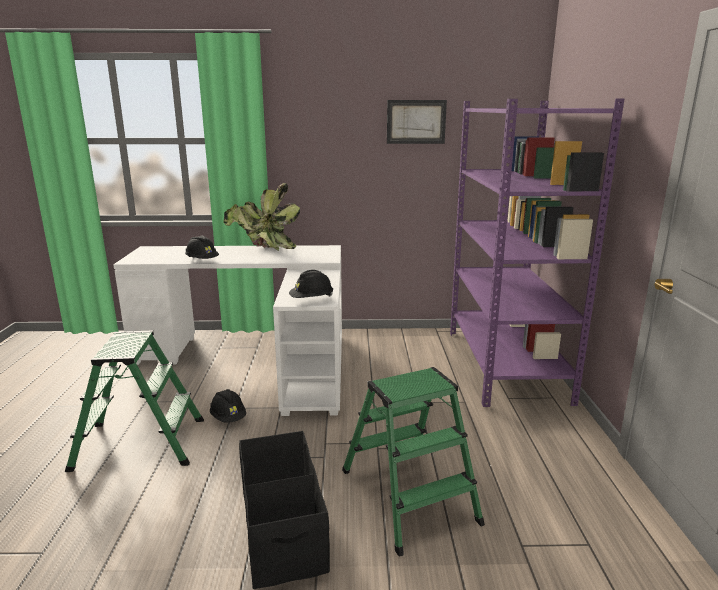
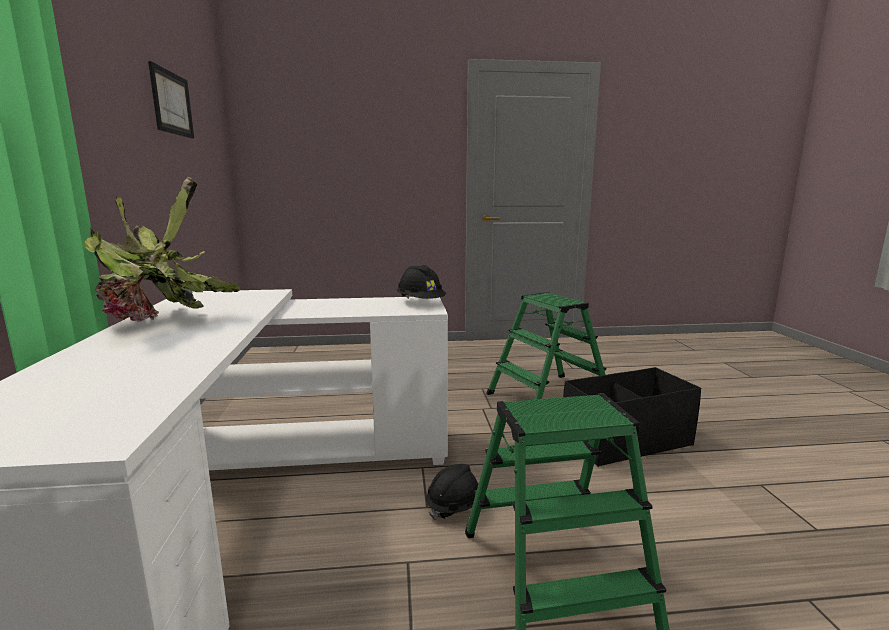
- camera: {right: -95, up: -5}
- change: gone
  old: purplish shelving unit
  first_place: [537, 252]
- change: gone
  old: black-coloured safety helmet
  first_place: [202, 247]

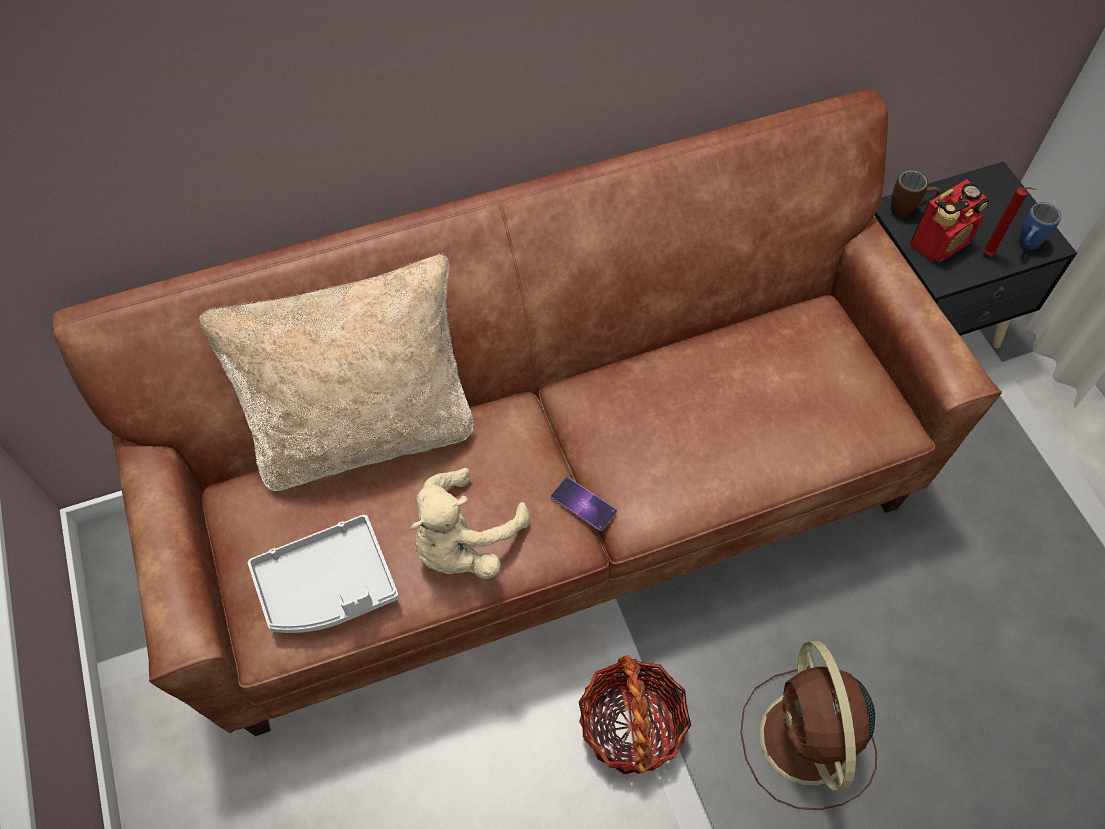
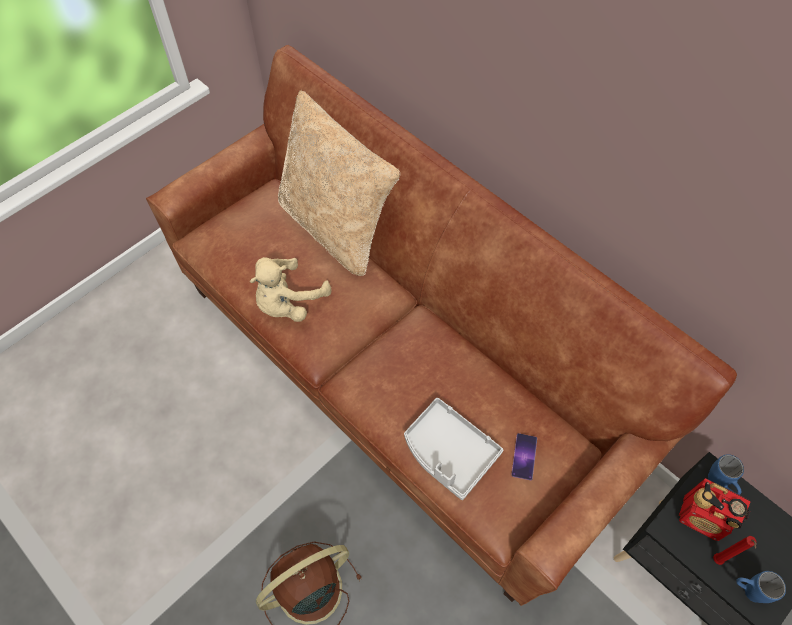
- camera: {right: 65, up: 0}
- change: repainted
  old: brownish tea mug
  new: bluish tea mug
  first_place: [915, 193]
  second_place: [726, 474]
- change: rotated
  old: sand-coloured soft toy
  first_place: [470, 523]
  second_place: [290, 289]
  degrees: -60
- change: shifted
  old: telephone
  first_place: [584, 504]
  second_place: [524, 456]
- change: shifted
  old: greyish tray
  first_place: [323, 574]
  second_place: [453, 449]
- change: gone
  old: household basket
  first_place: [635, 714]

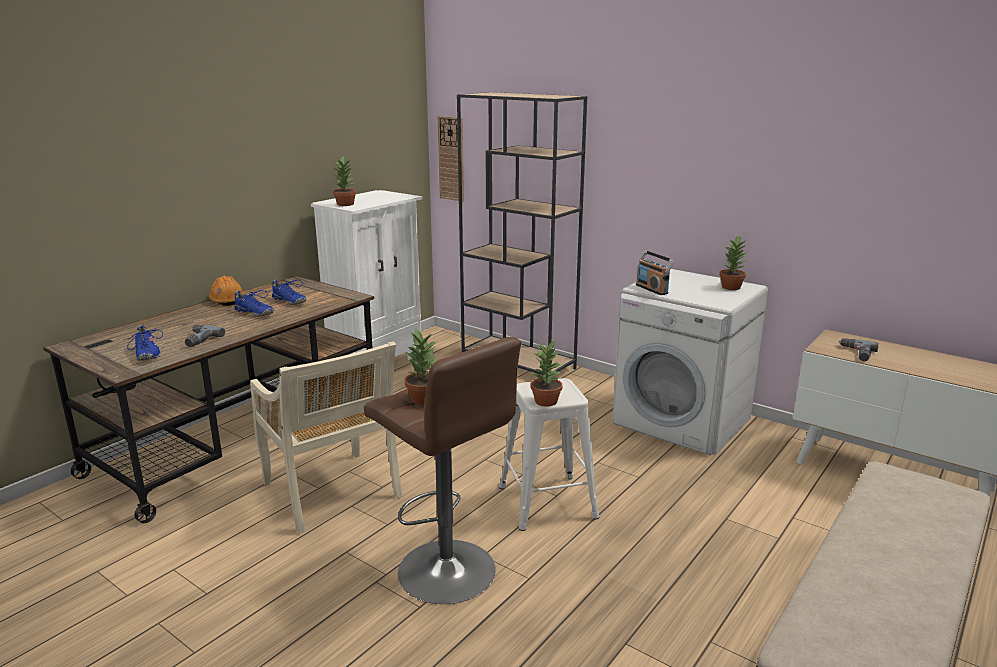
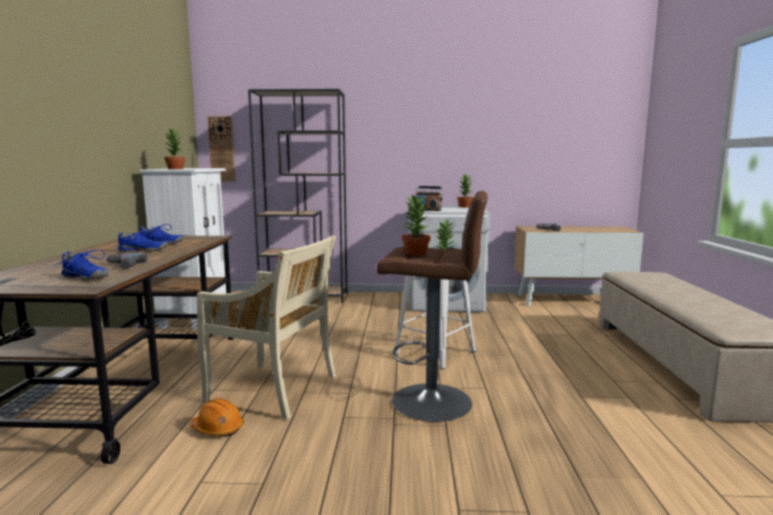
- camera: {right: -35, up: -10}
- change: shifted
  old: orange-coloured safety helmet
  first_place: [227, 291]
  second_place: [217, 417]

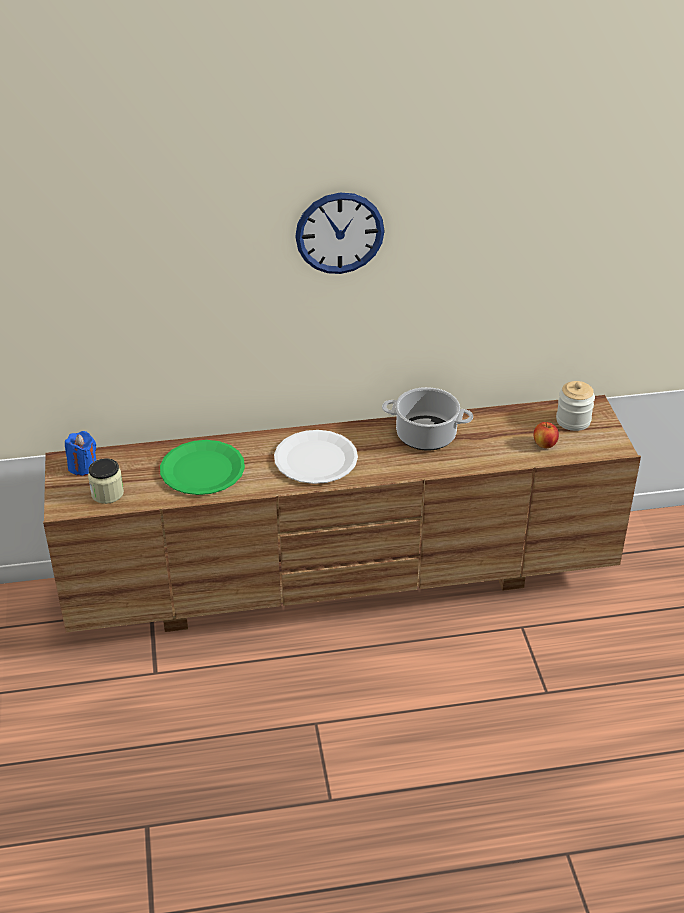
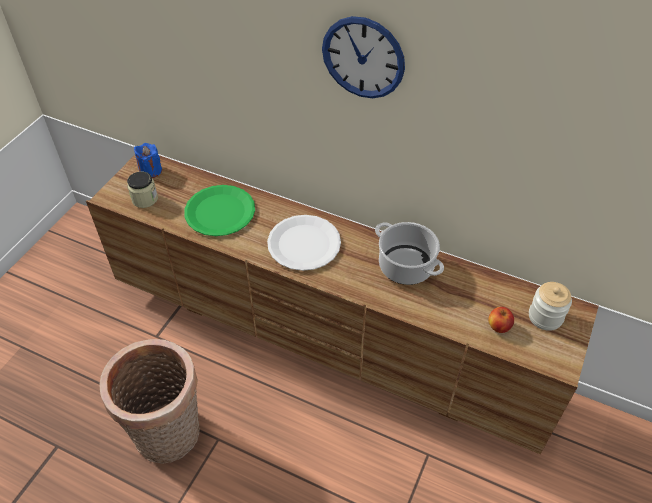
- camera: {right: 35, up: 10}
- change: new
  new: household basket
  second_place: [149, 401]

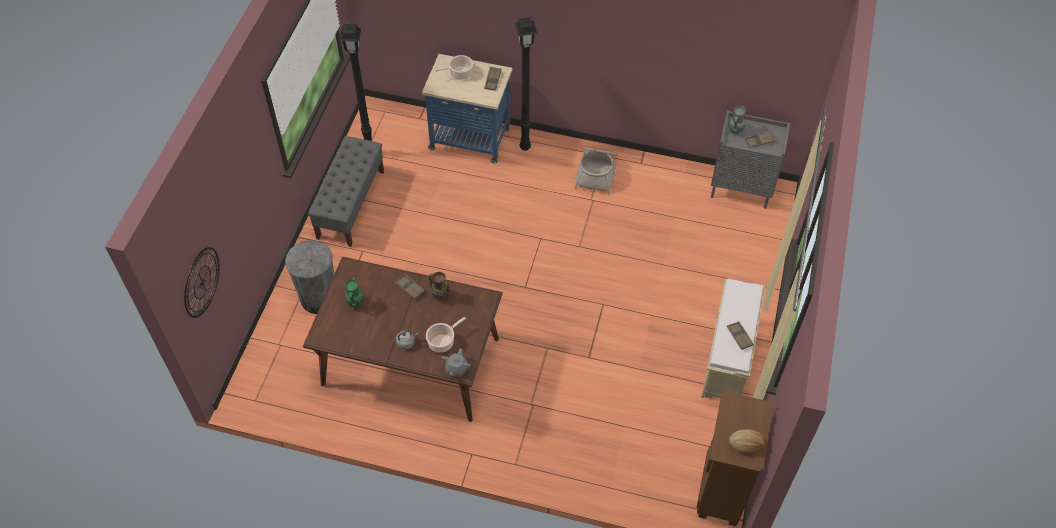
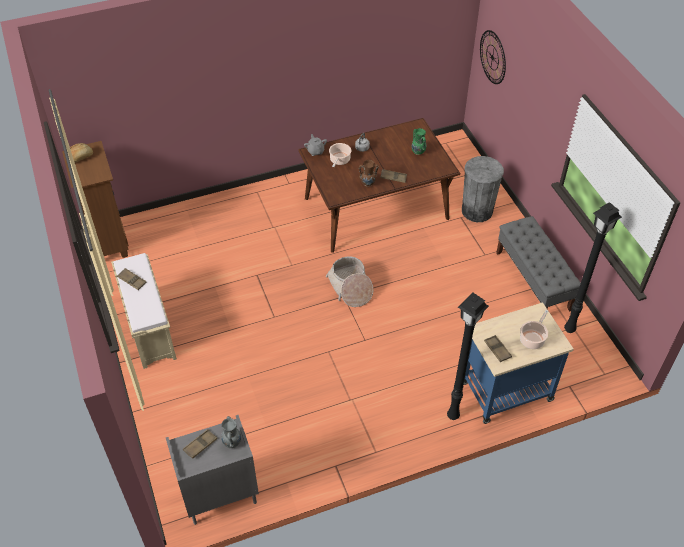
- camera: {right: 145, up: -5}
- change: shifted
  old: household basket
  first_place: [595, 171]
  second_place: [349, 281]

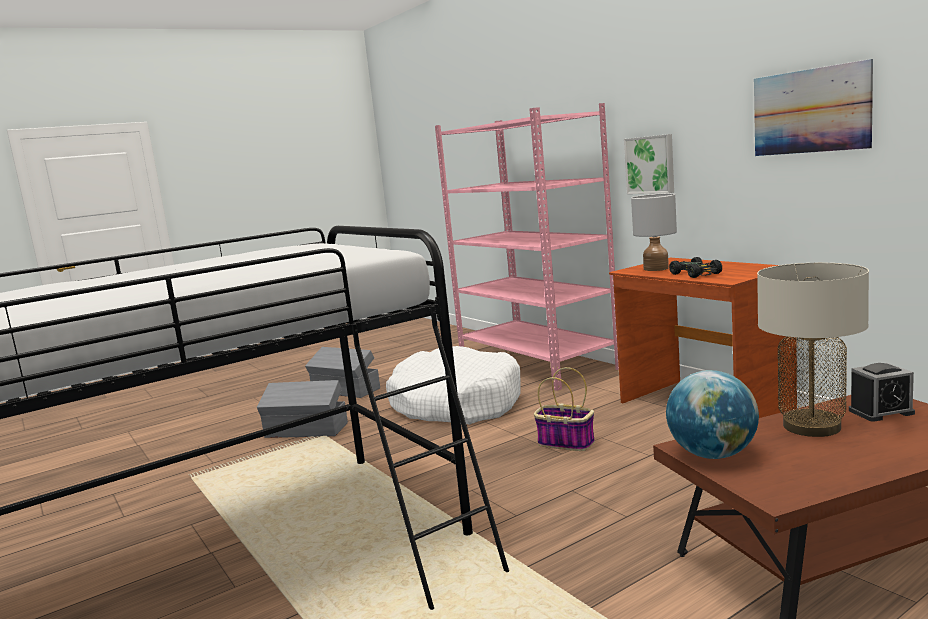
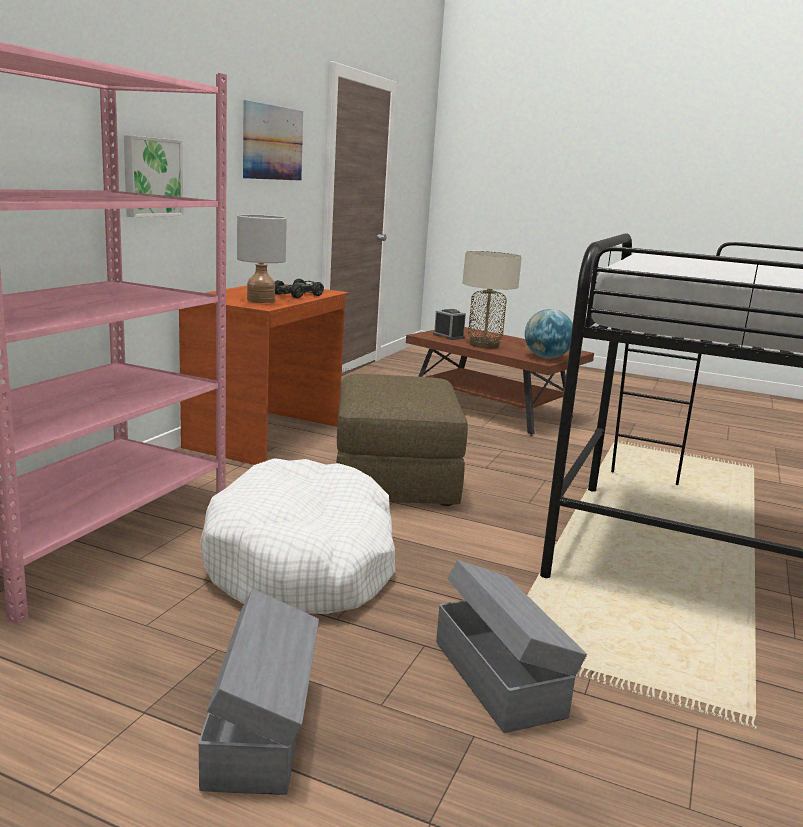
- camera: {right: -125, up: 5}
- change: swapped
  old: household basket
  new: brownish ottoman
  first_place: [564, 409]
  second_place: [402, 440]

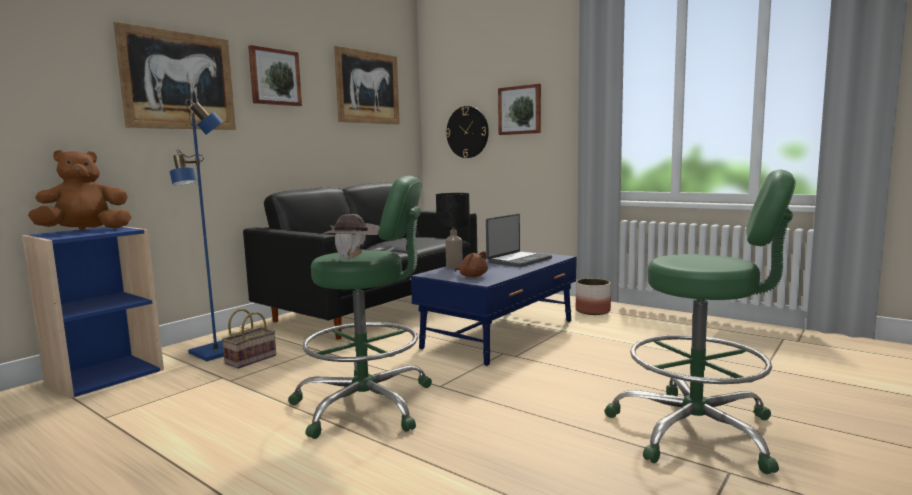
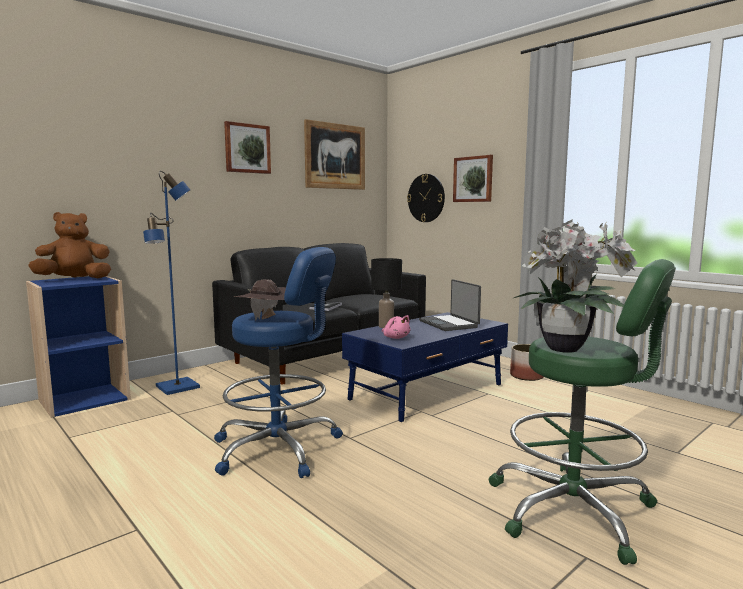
- camera: {right: 10, up: 0}
- change: gone
  old: picture
  first_place: [174, 76]
- change: repainted
  old: green-coloured sitting stool
  new: bluish sitting stool
  first_place: [360, 307]
  second_place: [278, 362]
- change: rotated
  old: portable computer
  first_place: [519, 240]
  second_place: [450, 305]
  degrees: 105
- change: repainted
  old: brownish soft toy
  new: pink-coloured soft toy
  first_place: [471, 264]
  second_place: [396, 327]
- change: gone
  old: household basket
  first_place: [249, 339]
- change: new
  new: houseplant
  second_place: [575, 286]

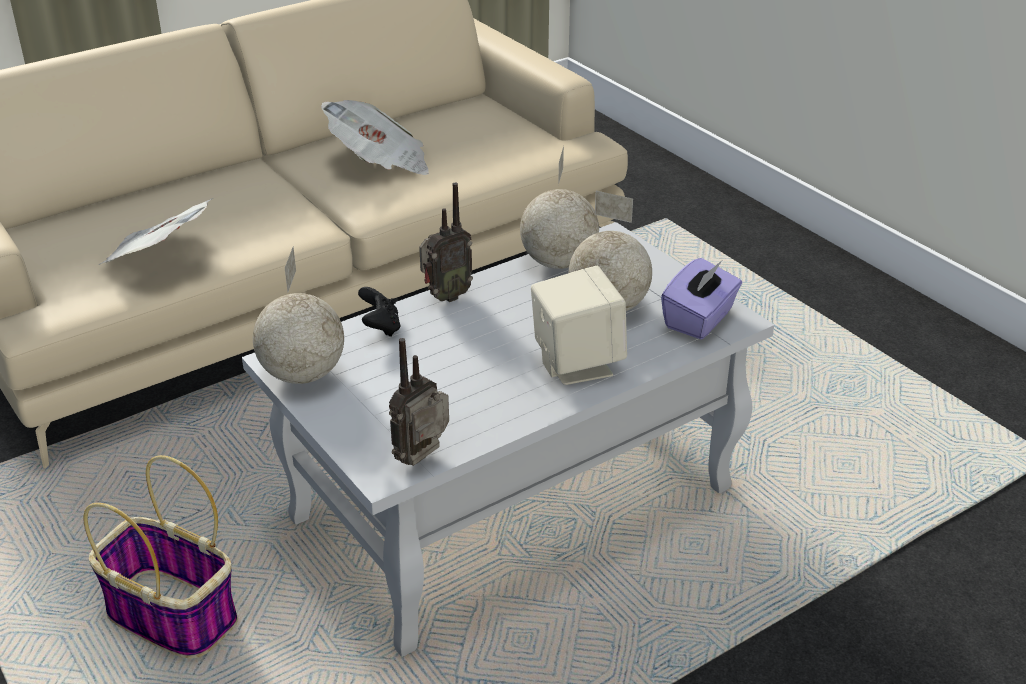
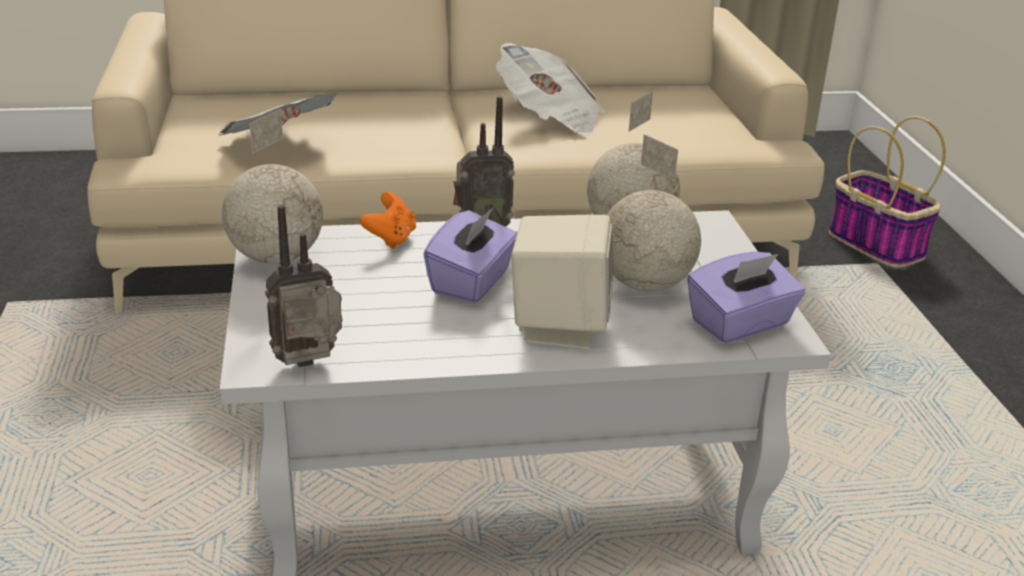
- camera: {right: 25, up: -5}
- change: repainted
  old: black-coloured gamepad
  new: orange-coloured gamepad
  first_place: [379, 312]
  second_place: [388, 220]
- change: shifted
  old: household basket
  first_place: [160, 556]
  second_place: [887, 192]
- change: new
  new: purplish box of tissues
  second_place: [470, 255]

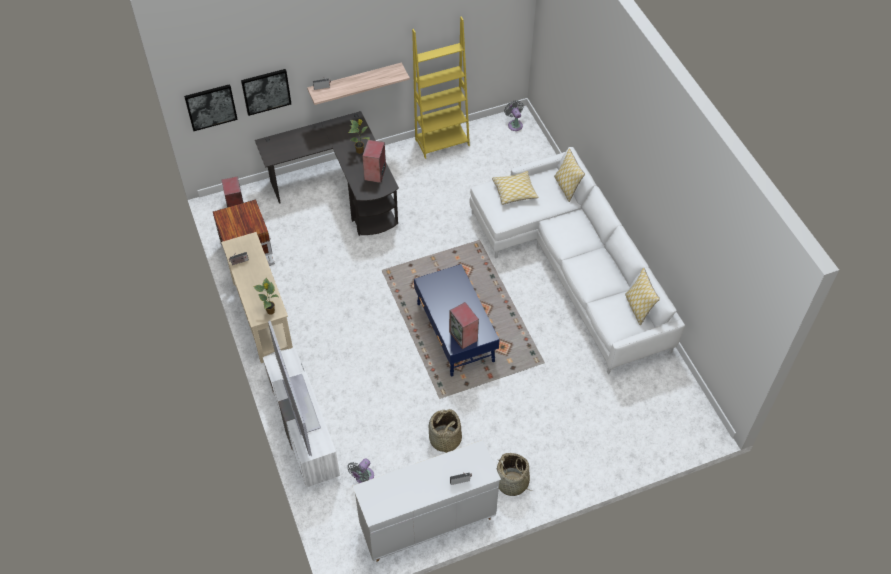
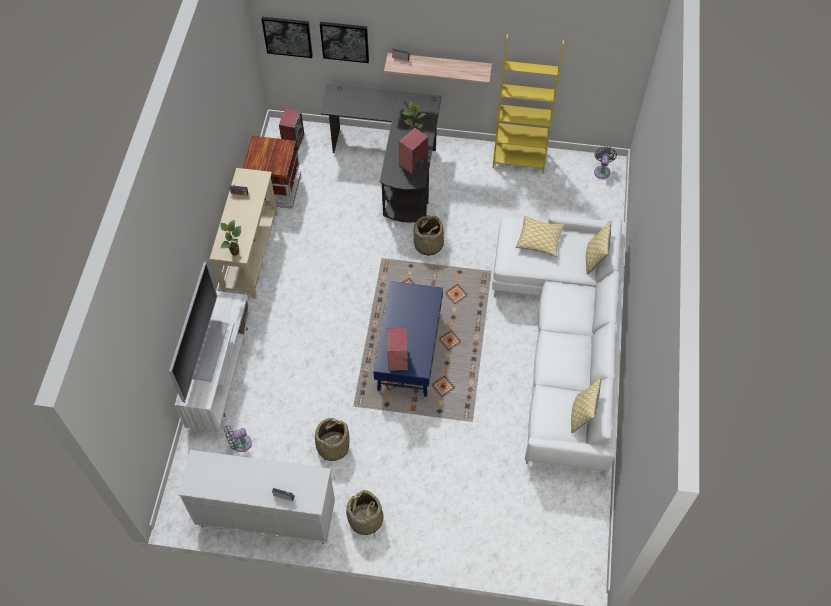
- camera: {right: 30, up: 5}
- change: new
  new: household basket
  second_place: [428, 236]

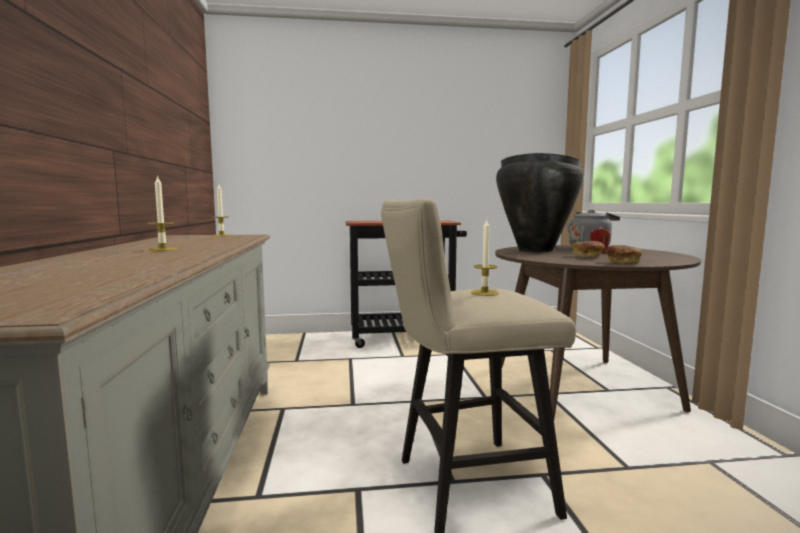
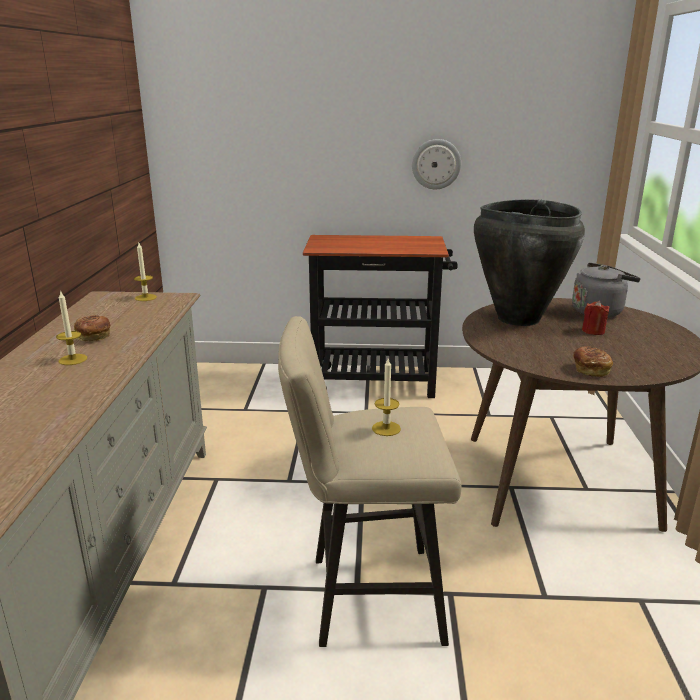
- camera: {right: 10, up: 15}
- change: shifted
  old: bakery bread
  first_place: [588, 249]
  second_place: [92, 328]
- change: new
  new: wall clock
  second_place: [436, 164]

